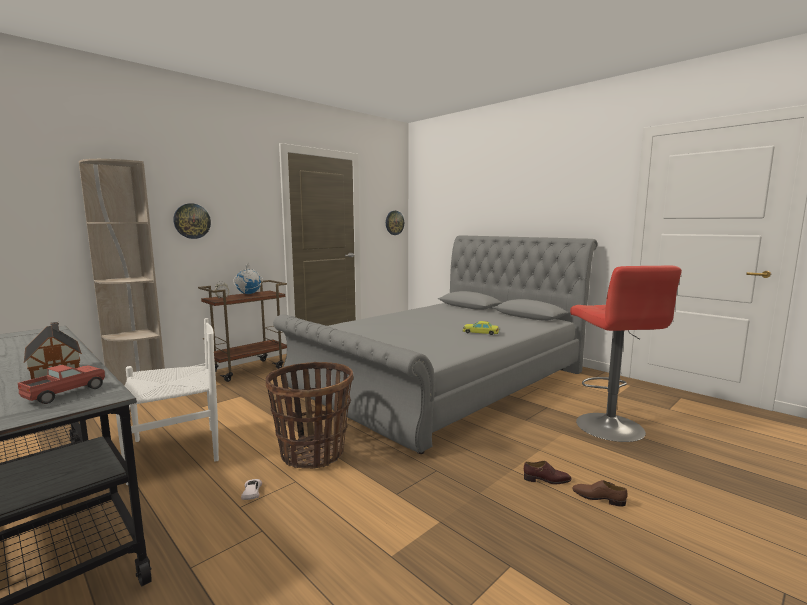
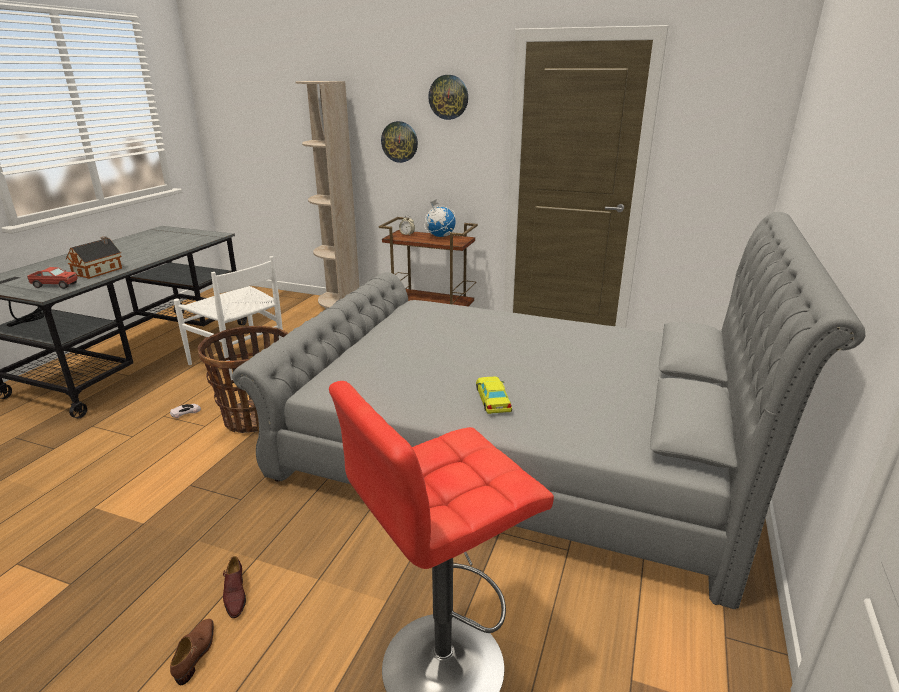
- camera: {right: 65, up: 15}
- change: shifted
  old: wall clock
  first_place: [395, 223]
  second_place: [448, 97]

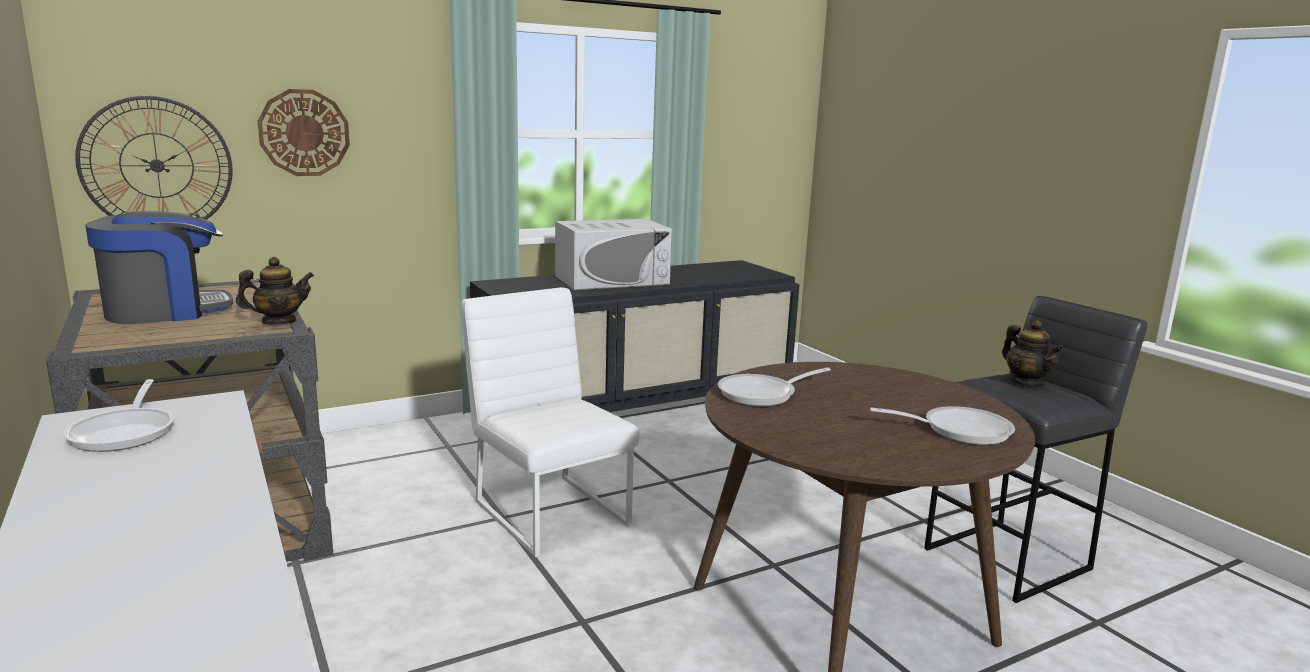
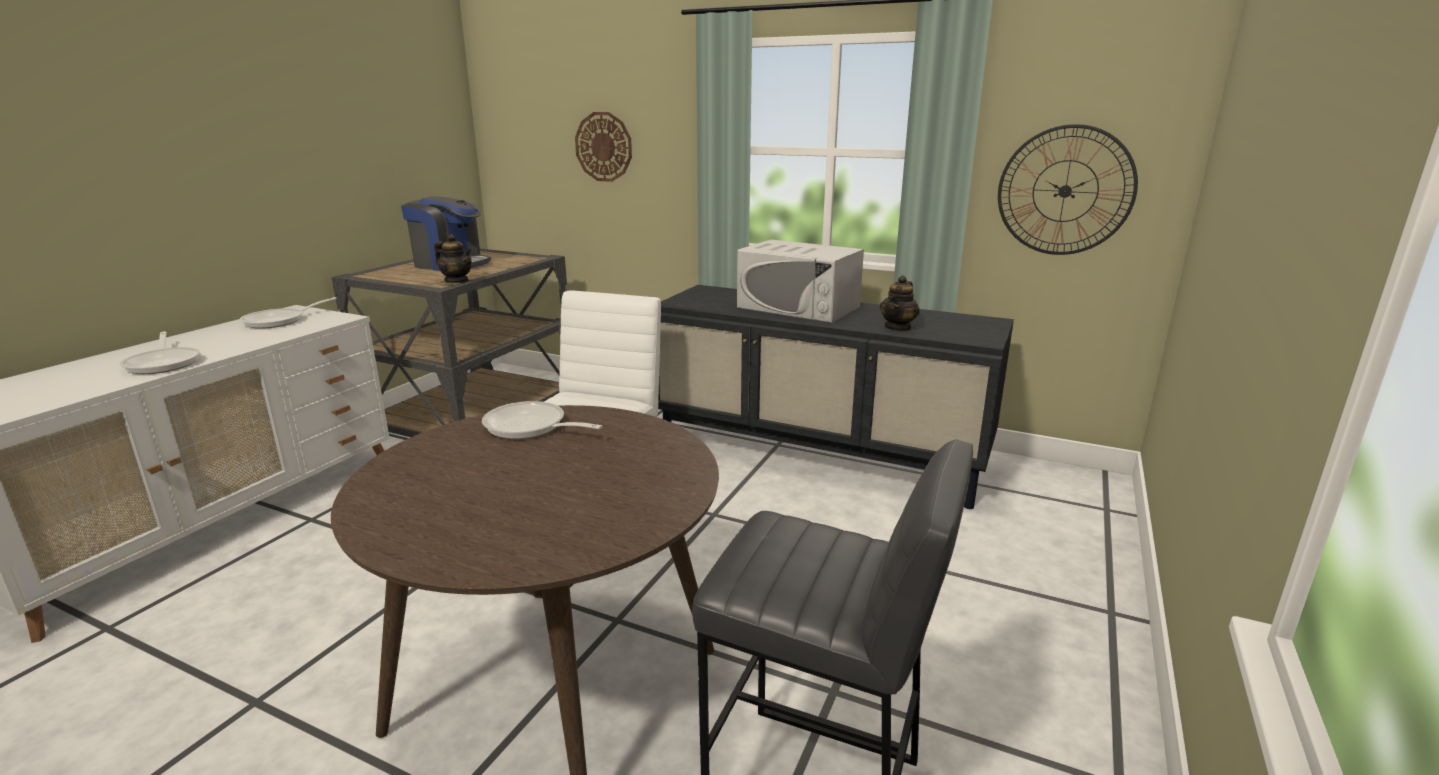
- camera: {right: 55, up: 5}
- change: shifted
  old: wall clock
  first_place: [154, 158]
  second_place: [1068, 189]
- change: shifted
  old: teapot
  first_place: [1032, 353]
  second_place: [900, 303]
- change: shifted
  old: frying pan
  first_place: [942, 425]
  second_place: [160, 353]

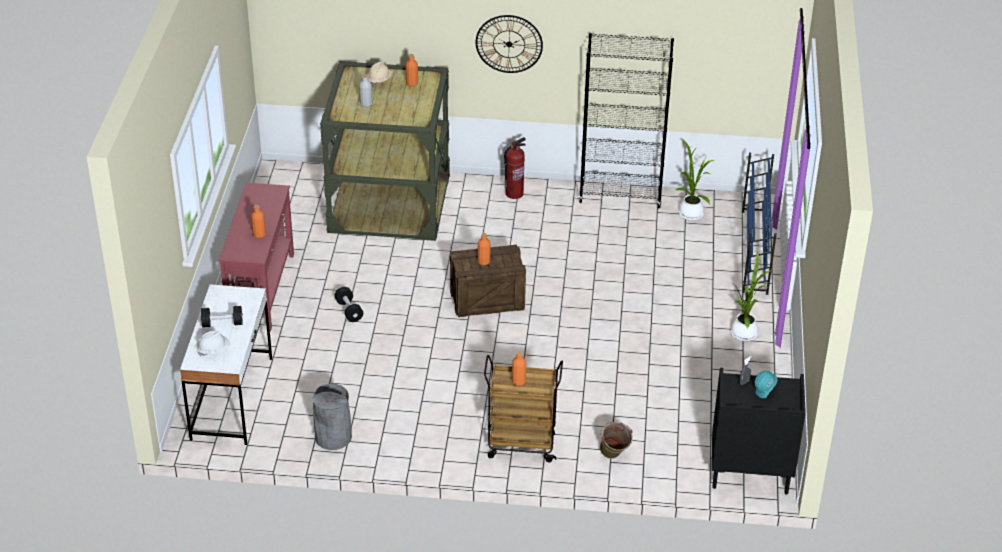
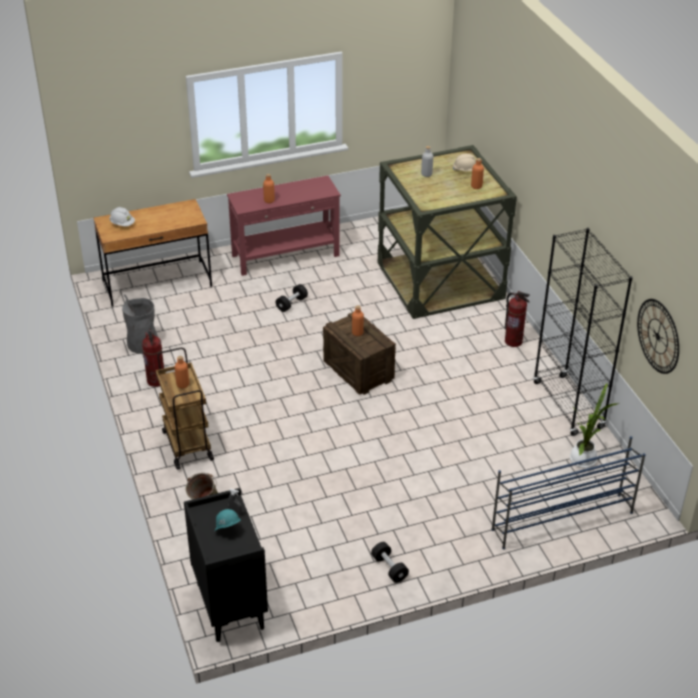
- camera: {right: 65, up: 0}
- change: shifted
  old: wall clock
  first_place: [509, 44]
  second_place: [658, 336]
- change: gone
  old: houseplant
  first_place: [751, 296]
- change: repainted
  old: white desk unit
  new: brownish desk unit
  first_place: [226, 364]
  second_place: [152, 253]
- change: shifted
  old: black-coloured free weight
  first_place: [222, 316]
  second_place: [390, 562]
- change: new
  new: extinguisher
  second_place: [153, 358]

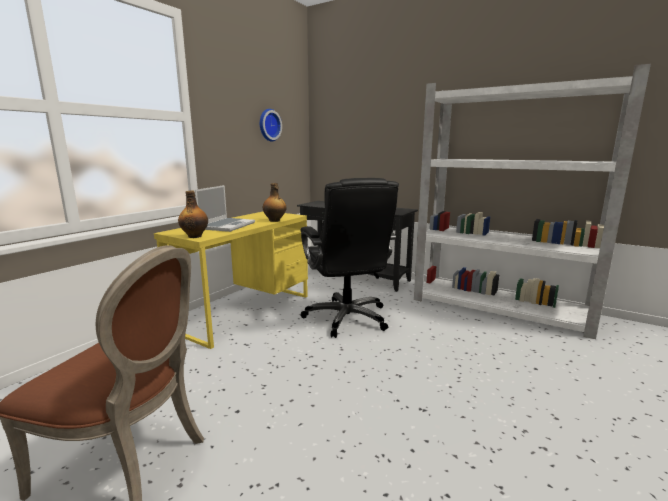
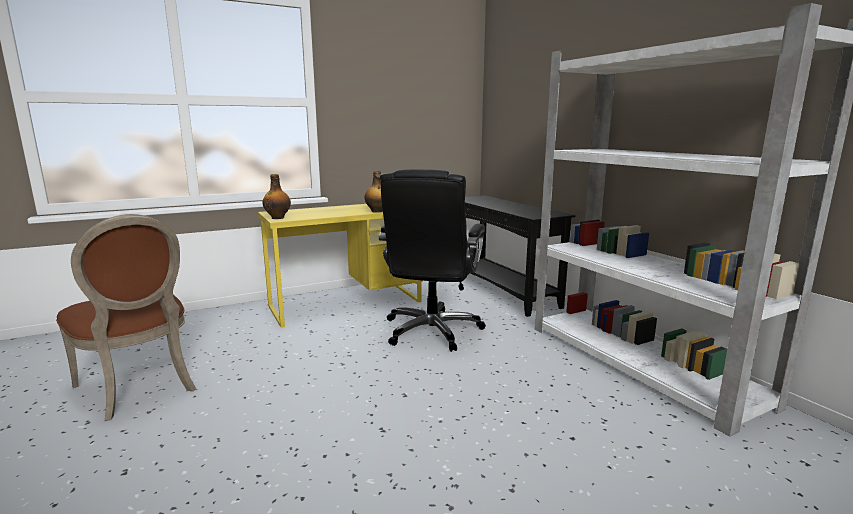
- camera: {right: 30, up: 0}
- change: gone
  old: wall clock
  first_place: [271, 125]
- change: gone
  old: portable computer
  first_place: [225, 208]

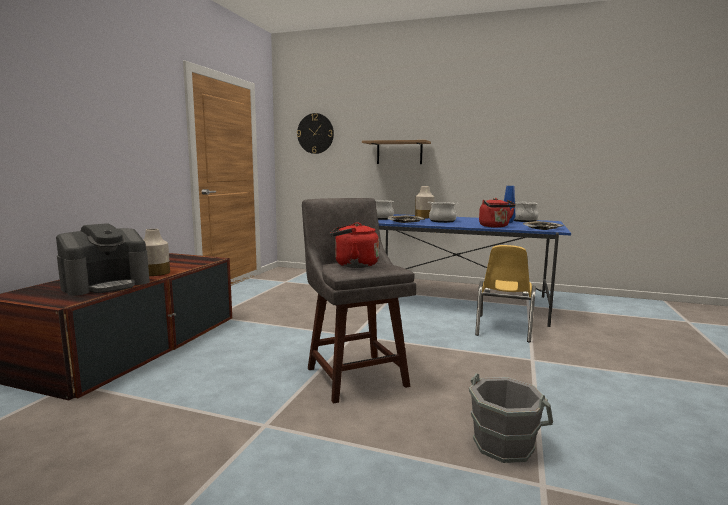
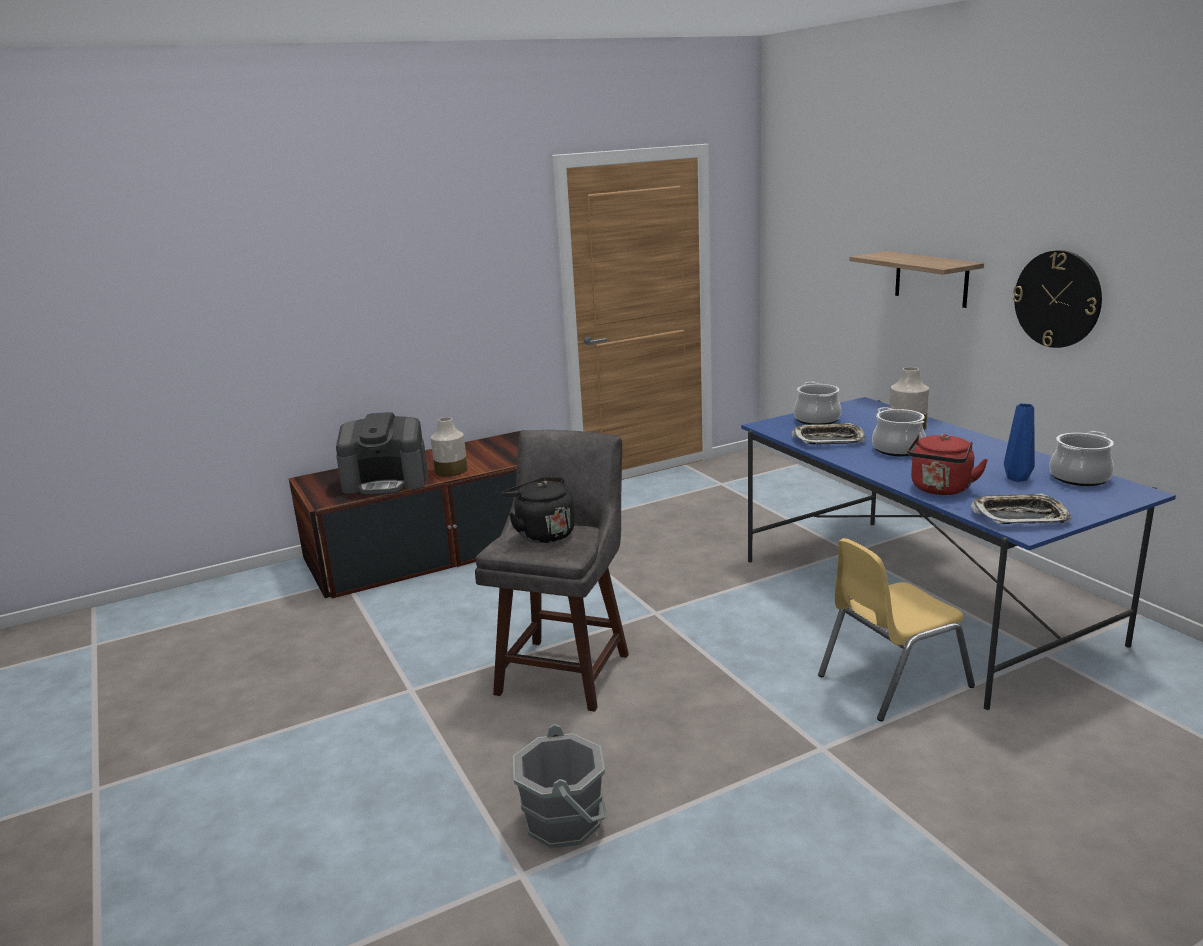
- camera: {right: 45, up: 10}
- change: shifted
  old: wall clock
  first_place: [315, 133]
  second_place: [1057, 299]
- change: repainted
  old: reddish water kettle
  new: black-coloured water kettle
  first_place: [354, 245]
  second_place: [538, 510]

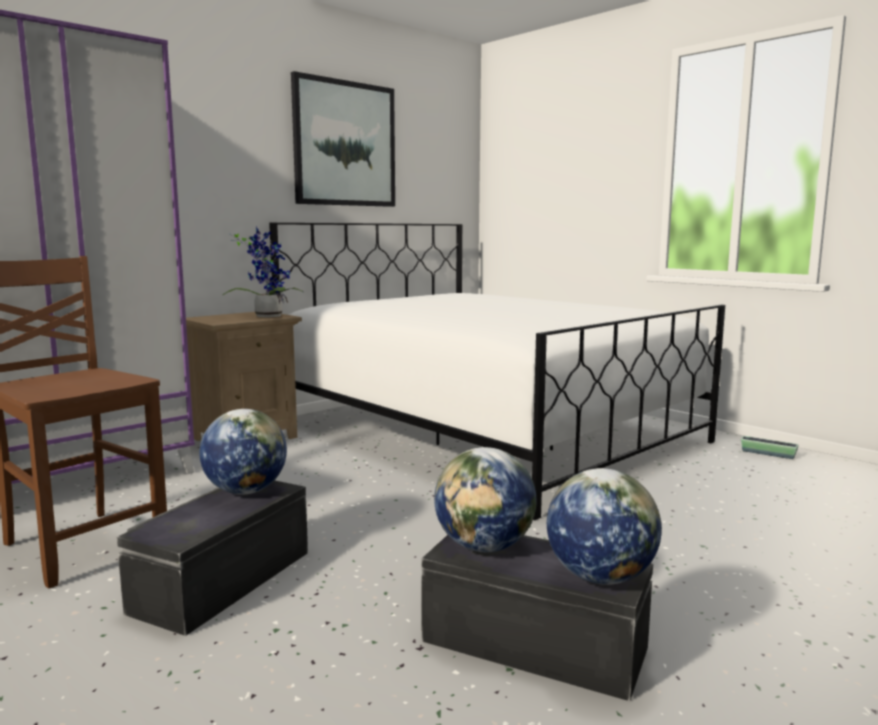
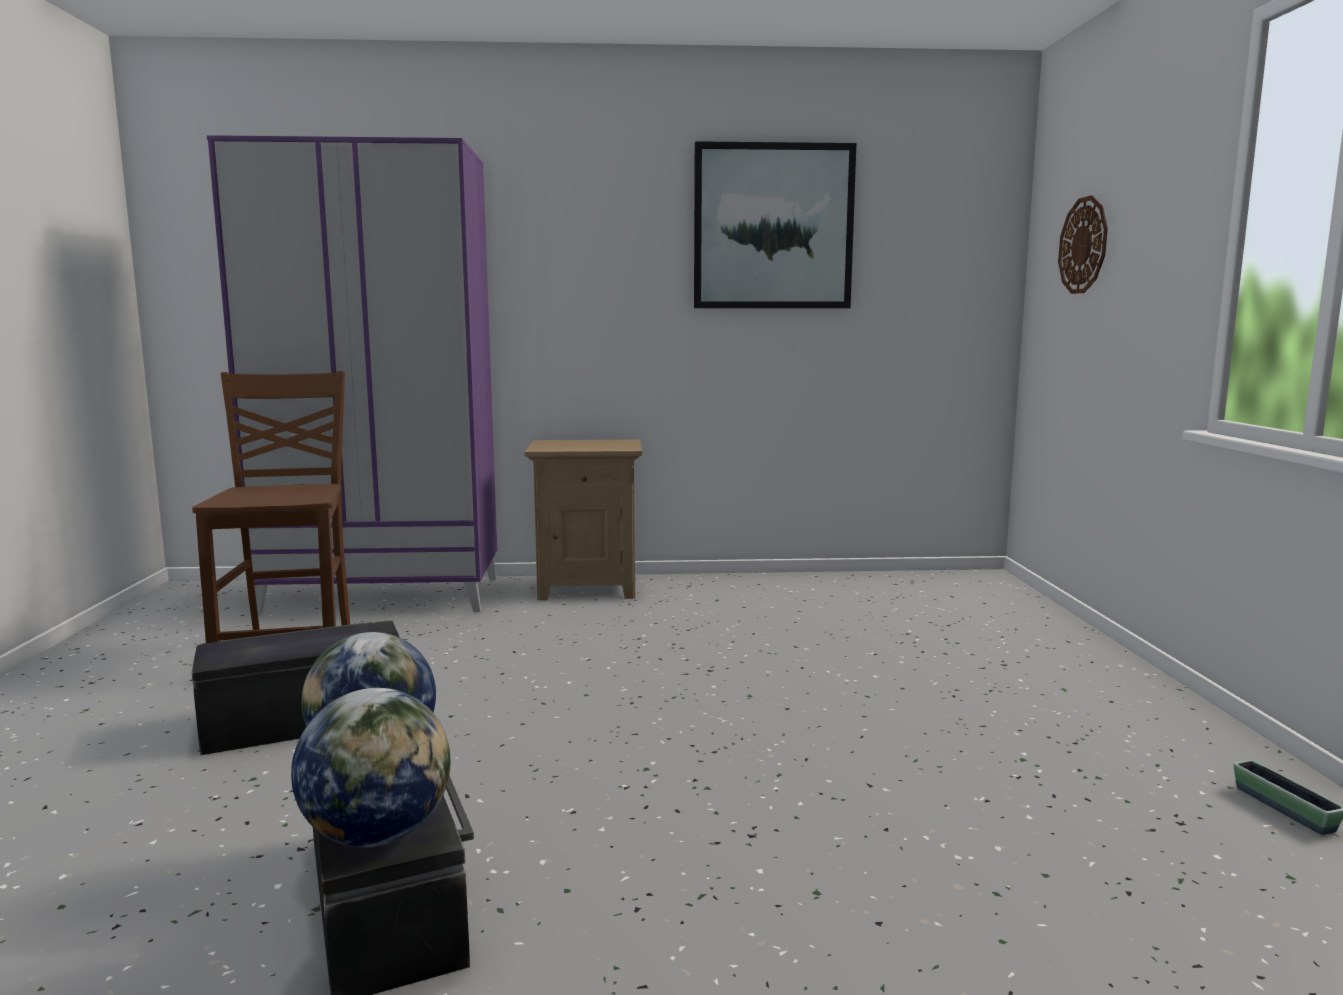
- camera: {right: 40, up: 0}
- change: gone
  old: white sleeping bed
  first_place: [497, 371]
- change: gone
  old: houseplant
  first_place: [263, 272]
- change: gone
  old: world globe
  first_place: [243, 452]
- change: new
  new: wall clock
  second_place: [1083, 244]

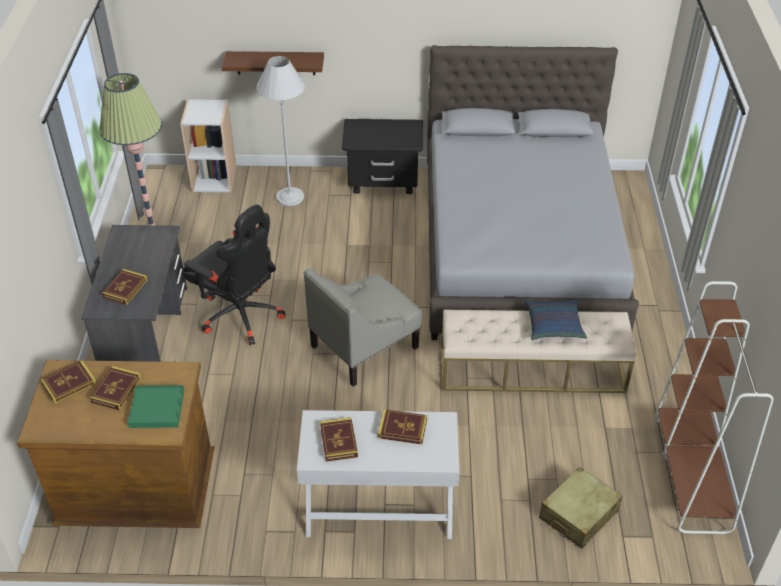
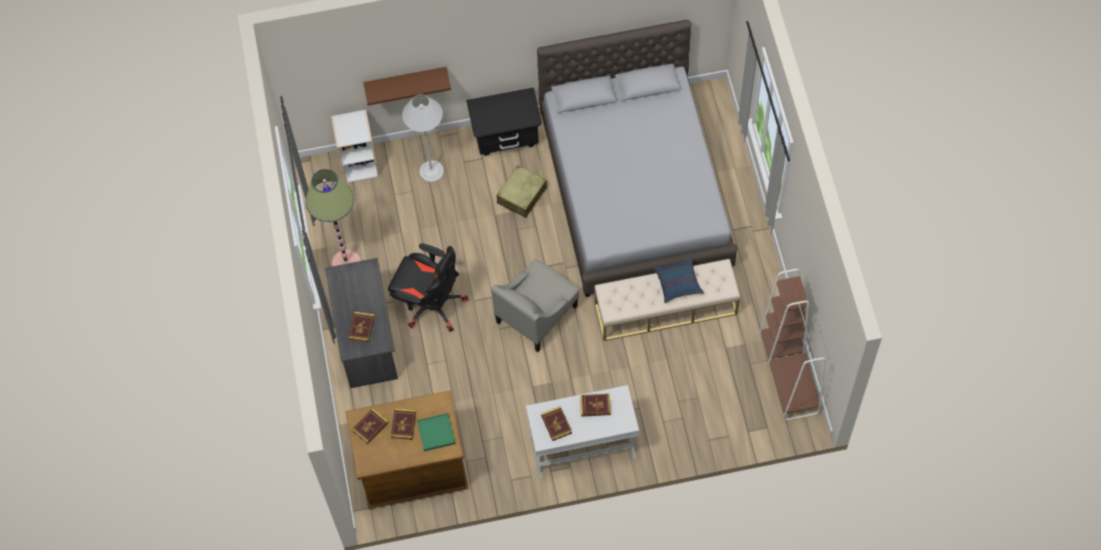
- camera: {right: -10, up: 20}
- change: shifted
  old: sand-coloured piece of luggage
  first_place: [580, 508]
  second_place: [521, 191]

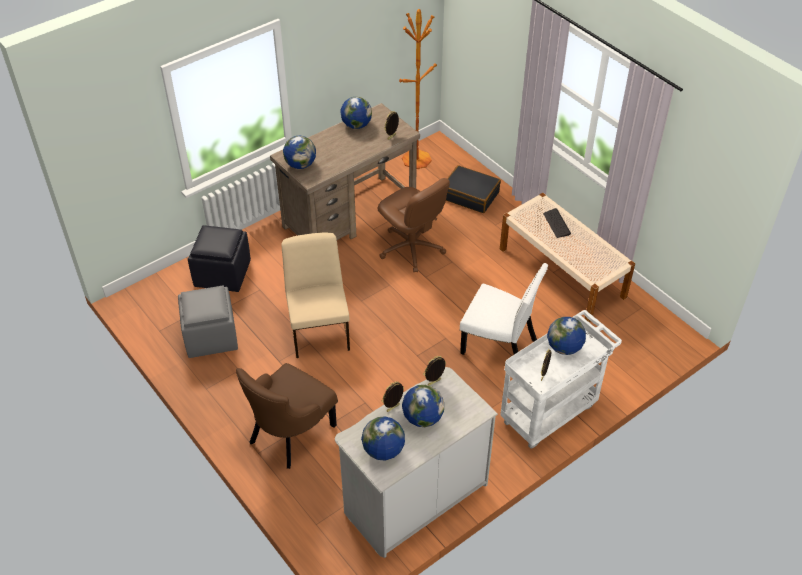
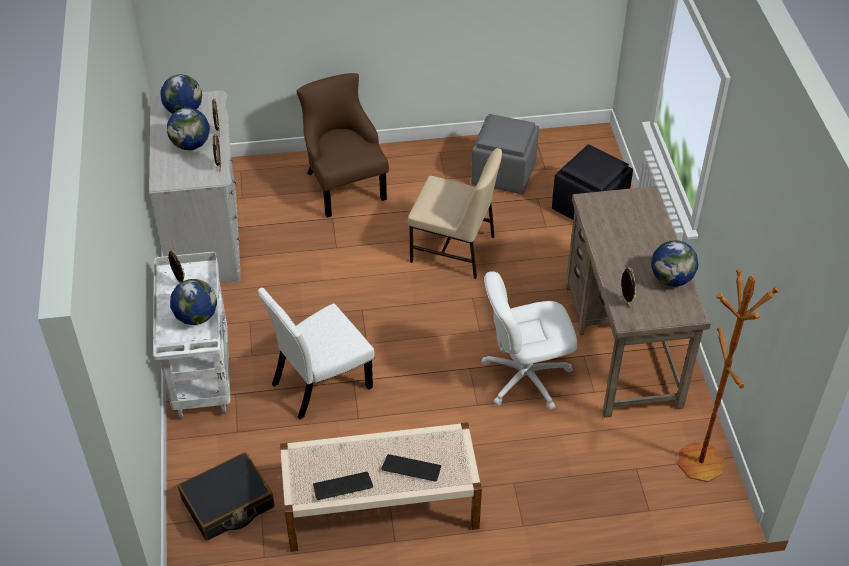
- camera: {right: 120, up: 0}
- change: gone
  old: world globe
  first_place: [299, 152]
- change: shifted
  old: black-coloured piece of luggage
  first_place: [473, 189]
  second_place: [226, 496]
- change: repainted
  old: brownish office chair
  new: white office chair
  first_place: [414, 225]
  second_place: [529, 340]
- change: new
  new: computer keyboard
  second_place: [343, 486]

